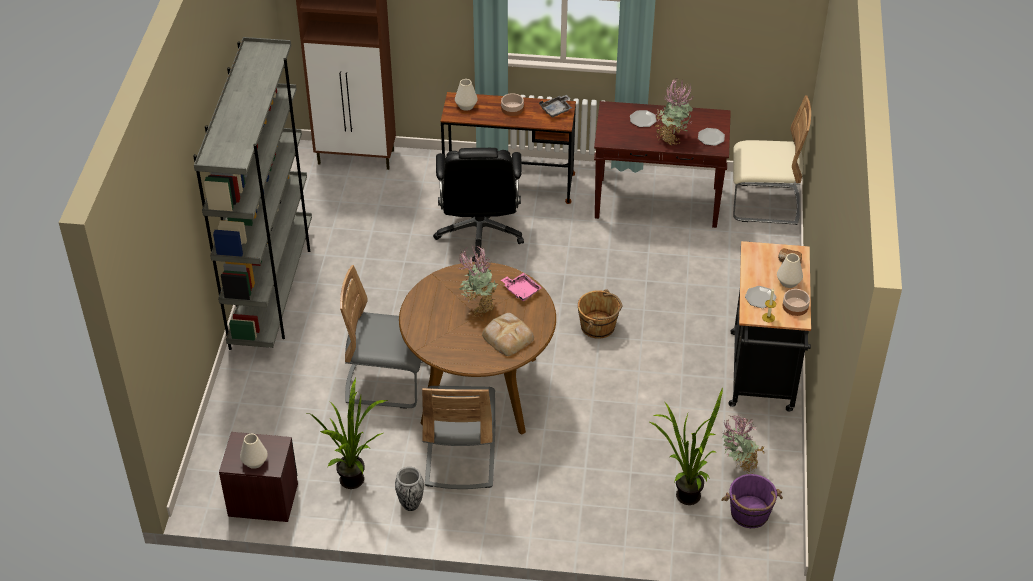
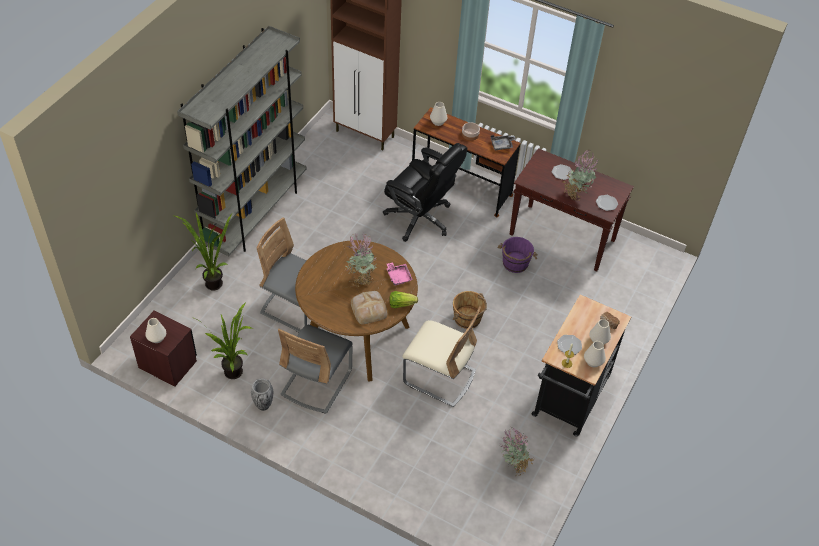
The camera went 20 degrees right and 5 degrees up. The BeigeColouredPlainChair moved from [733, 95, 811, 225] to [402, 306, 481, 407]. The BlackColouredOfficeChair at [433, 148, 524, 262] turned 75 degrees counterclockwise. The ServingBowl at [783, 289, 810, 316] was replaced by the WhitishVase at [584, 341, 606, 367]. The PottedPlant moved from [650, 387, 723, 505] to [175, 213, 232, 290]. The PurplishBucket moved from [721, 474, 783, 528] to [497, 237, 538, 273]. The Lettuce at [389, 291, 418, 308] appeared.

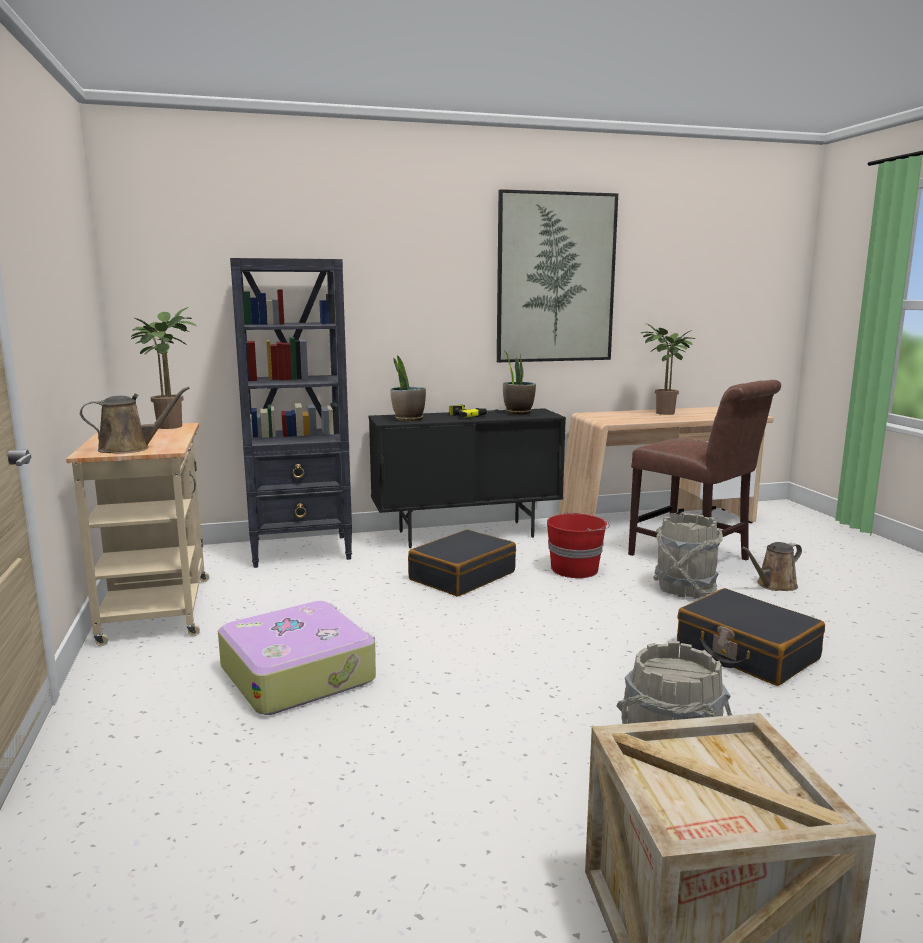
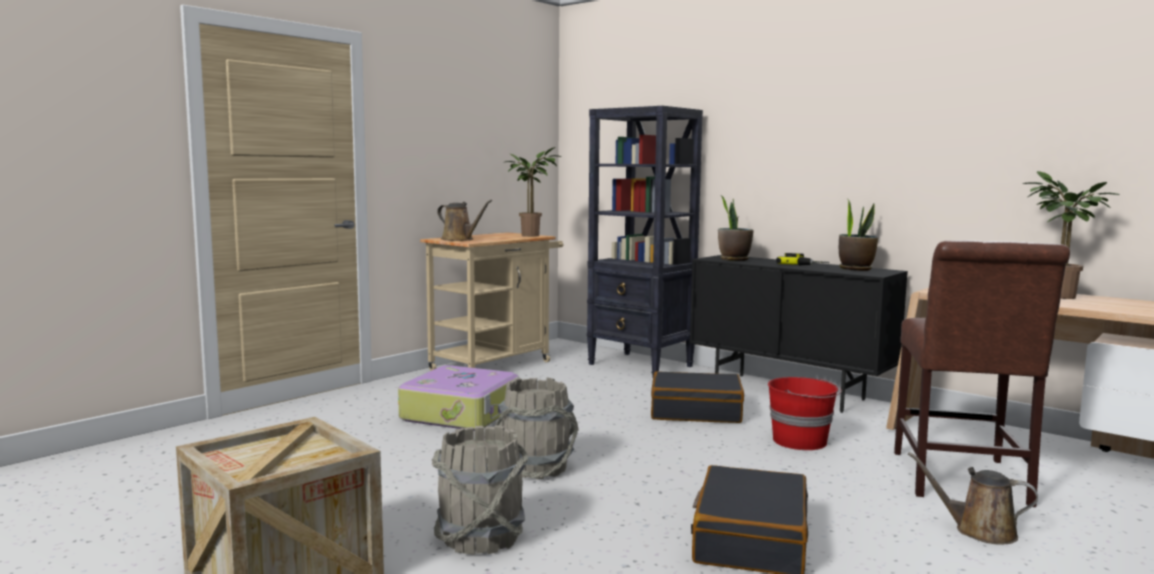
The camera went 55 degrees right and 5 degrees down. The WallArt at [497, 189, 618, 362] disappeared. The GreyishBucket moved from [653, 513, 723, 599] to [495, 377, 579, 479].

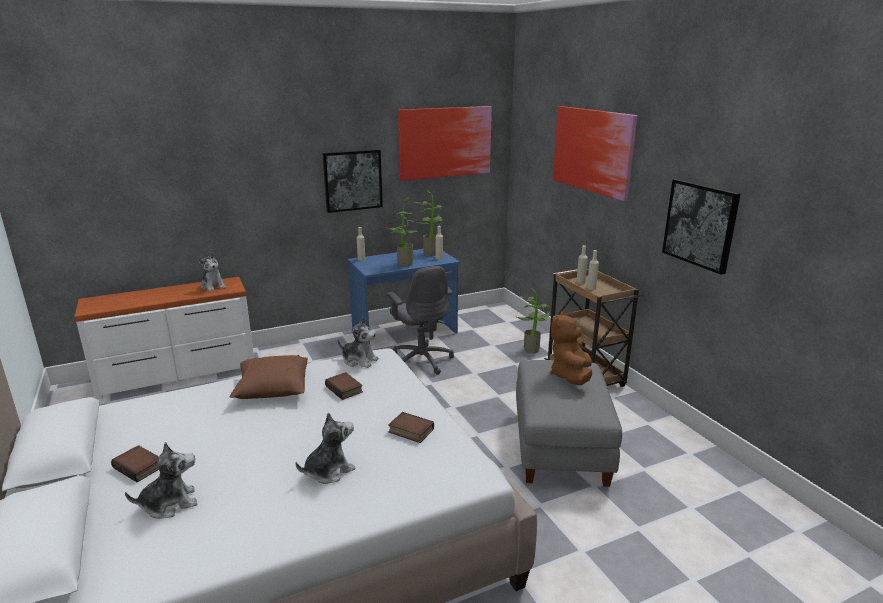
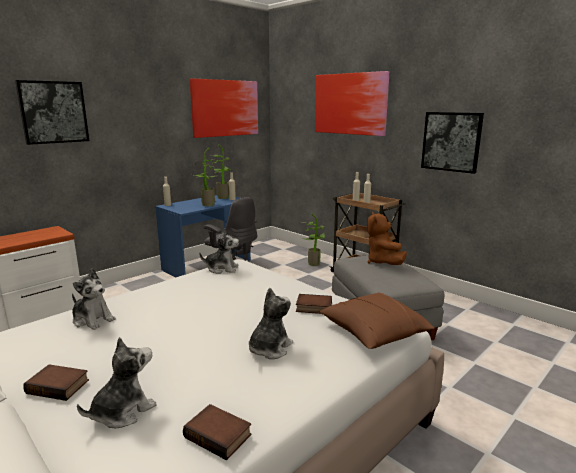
The camera went 20 degrees left and 5 degrees down. The WallArt moved from [322, 149, 383, 213] to [15, 80, 89, 145]. The SoftToy moved from [198, 252, 226, 292] to [72, 268, 116, 330]. The BrownishCushion moved from [230, 355, 308, 399] to [319, 292, 435, 349]. The Book moved from [325, 372, 363, 400] to [183, 404, 251, 460].

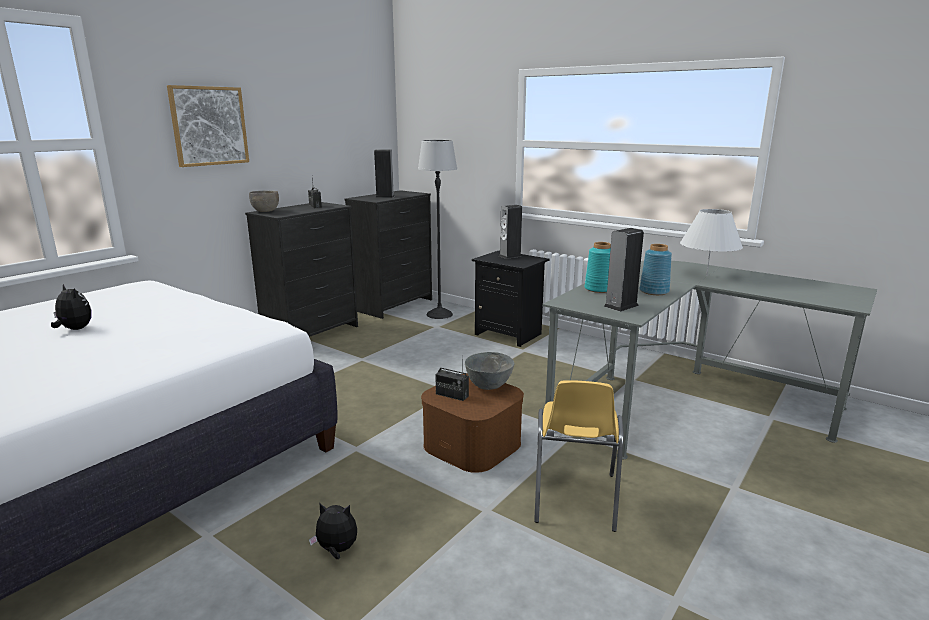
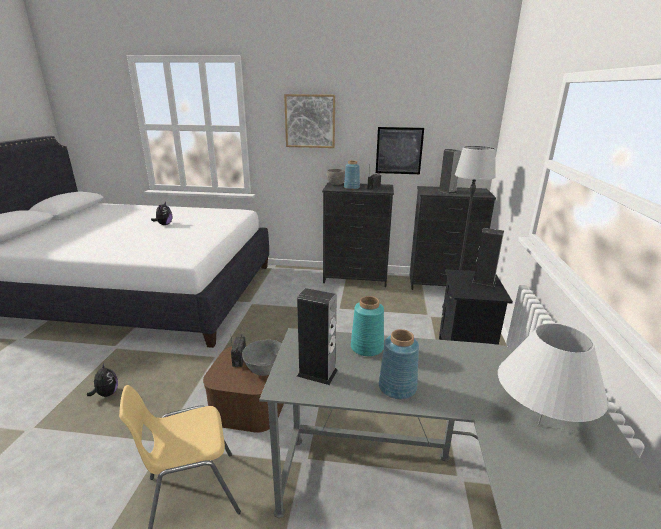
The camera went 60 degrees right and 5 degrees up. The WallArt at [376, 127, 424, 174] appeared. The BlueVase at [344, 161, 360, 190] appeared.

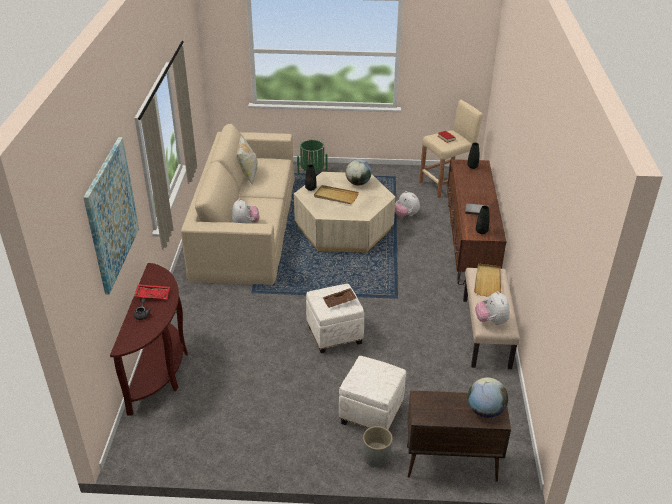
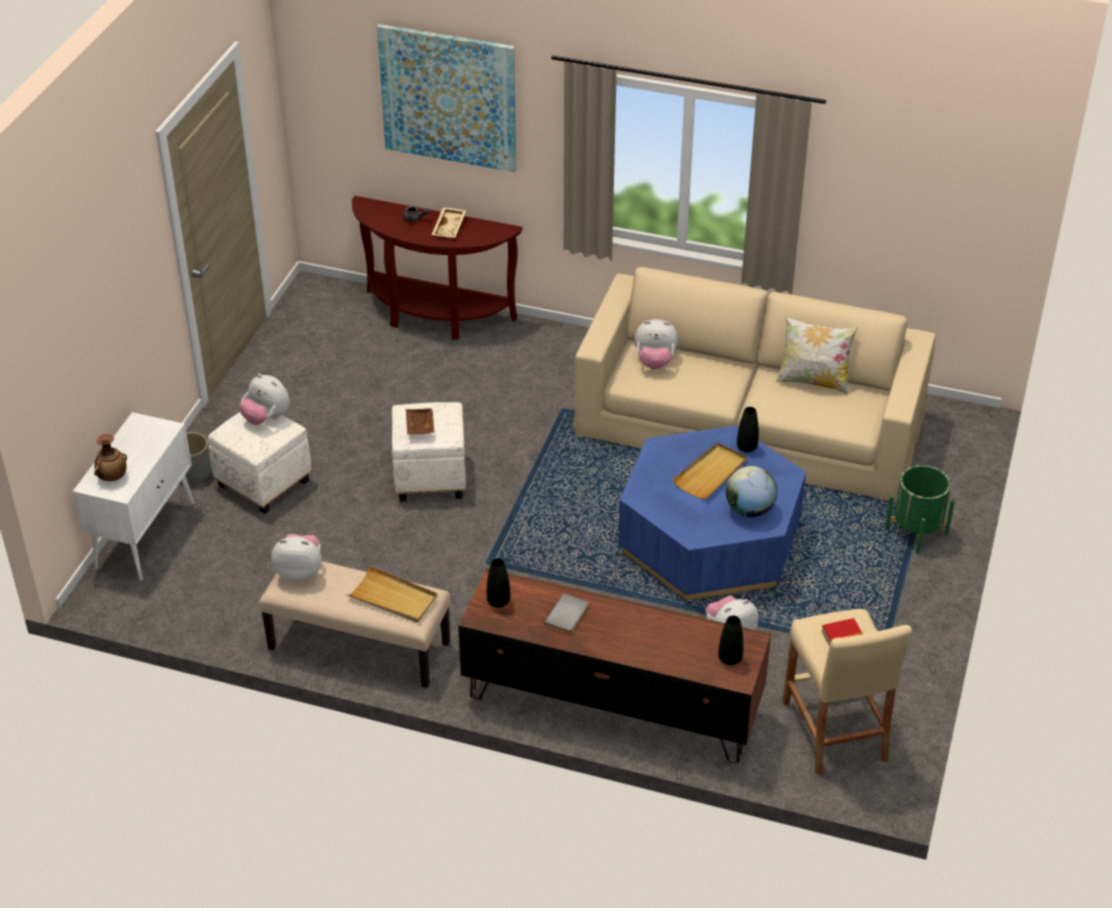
The camera went 105 degrees right and 5 degrees up. The BeigeColouredLowTable at [294, 172, 396, 253] became the BlueLowTable at [618, 426, 806, 600]. The RedTray at [134, 284, 170, 299] became the BeigeColouredTray at [432, 207, 466, 238]. The Globe at [468, 377, 508, 418] was replaced by the Vase at [94, 434, 127, 481]. The BrownishCupboard at [407, 390, 511, 482] became the WhitishCupboard at [73, 412, 194, 581]. The SoftToy at [239, 374, 290, 425] appeared.

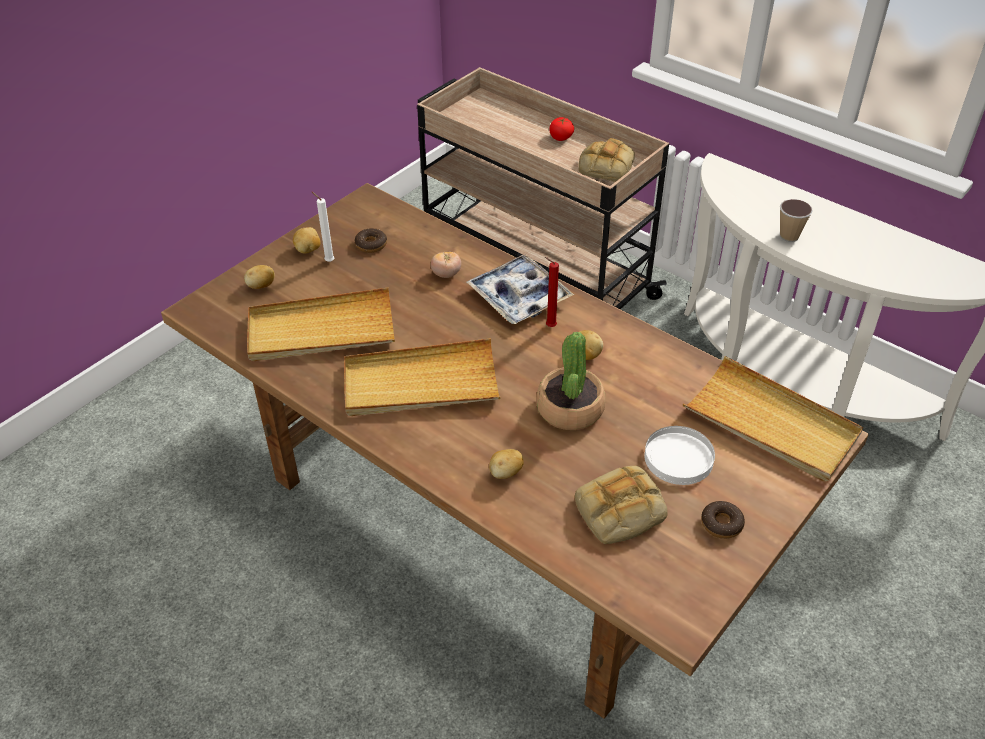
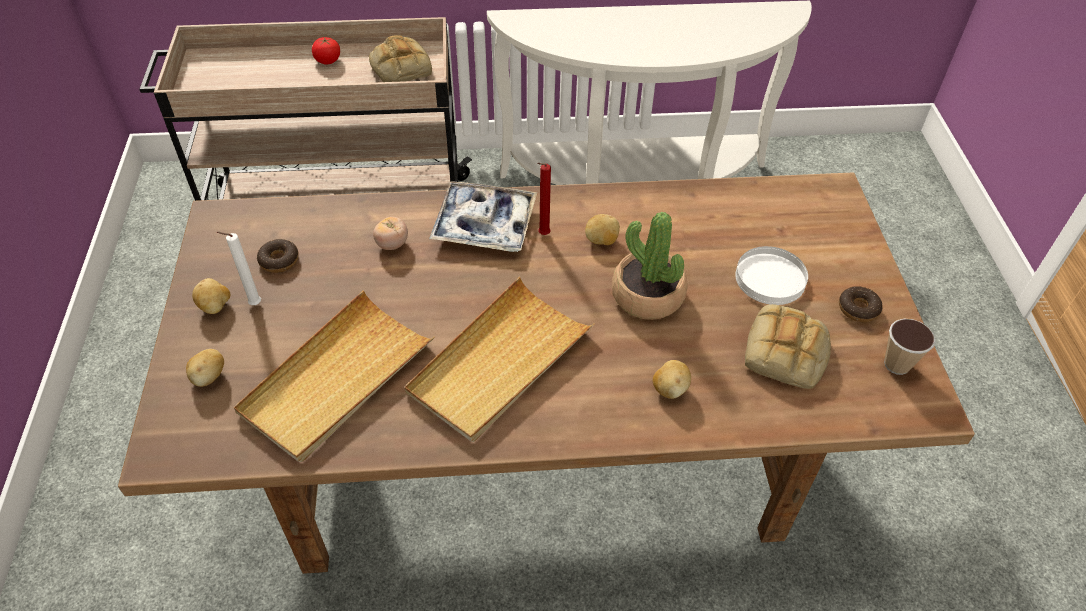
The camera went 45 degrees left and 5 degrees up. The Cup moved from [780, 199, 813, 242] to [884, 319, 935, 375]. The BeigeColouredTray at [683, 356, 863, 482] disappeared.

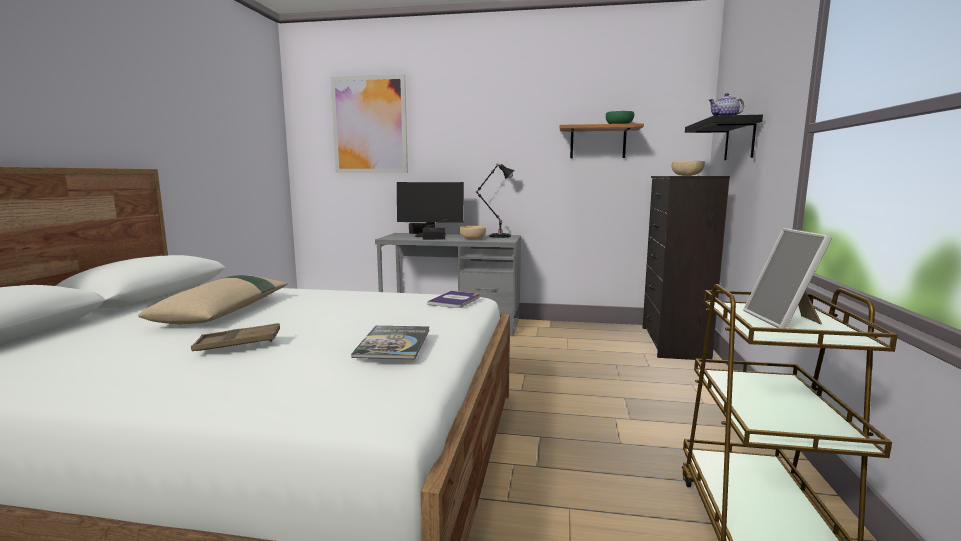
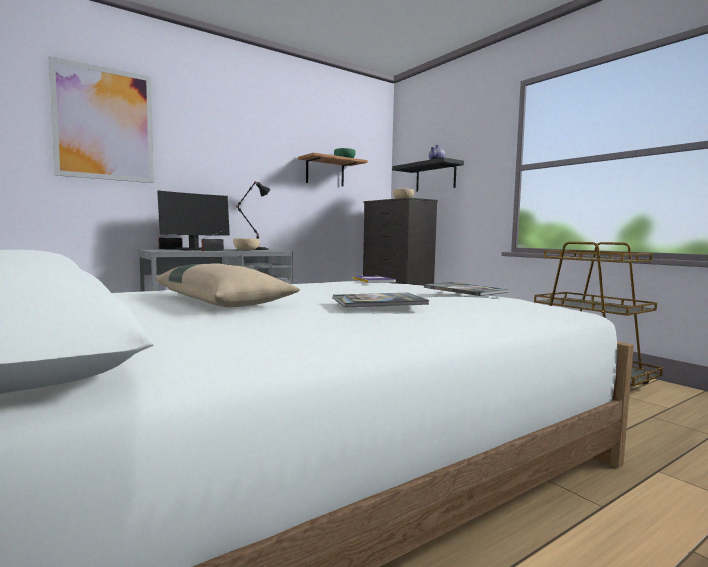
The camera went 45 degrees left and 5 degrees down. The PhotoFrame at [743, 228, 832, 328] disappeared. The BrownishTray at [191, 323, 280, 351] was replaced by the Book at [333, 293, 429, 308].

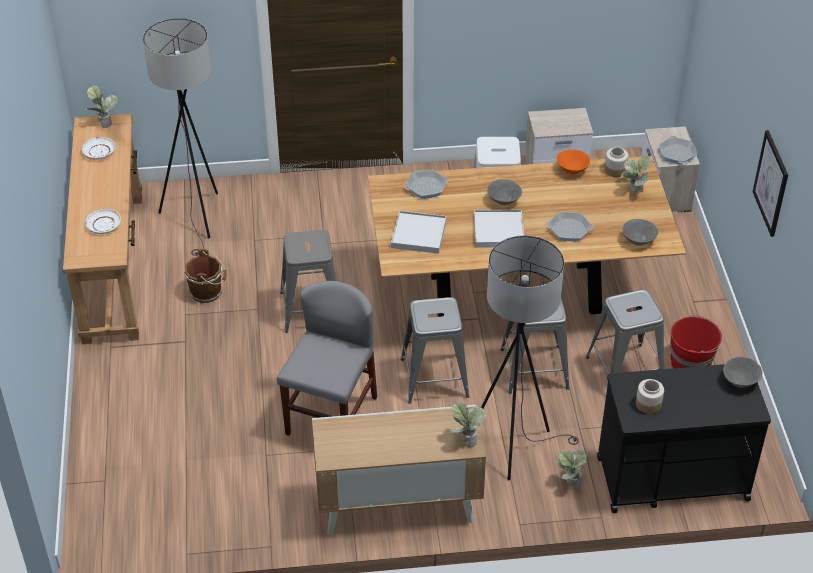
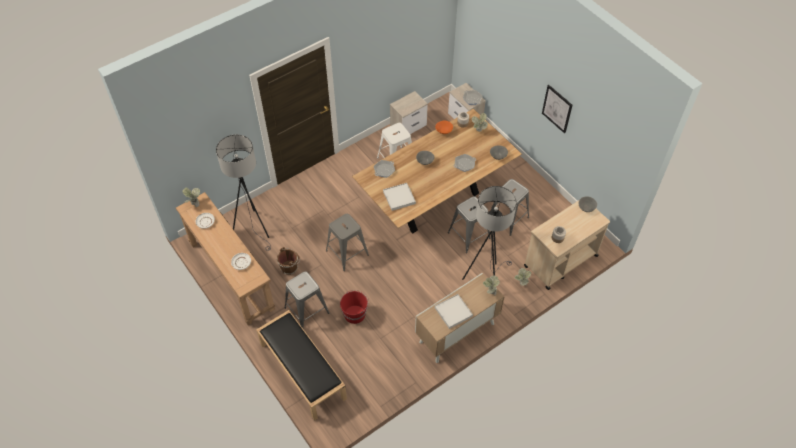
The camera went 30 degrees left and 10 degrees up. The WhitishTray moved from [474, 210, 524, 248] to [435, 294, 473, 329]. The GreyishPlainChair at [277, 281, 377, 436] disappeared. The GreyishSittingStool moved from [401, 297, 469, 404] to [285, 271, 329, 328]. The RedBucket moved from [670, 315, 724, 368] to [340, 290, 369, 324]. The BlackColouredWheeledCart at [597, 364, 771, 513] became the BeigeColouredWheeledCart at [524, 200, 610, 290]. The BlackColouredLongSeat at [256, 310, 347, 421] appeared.

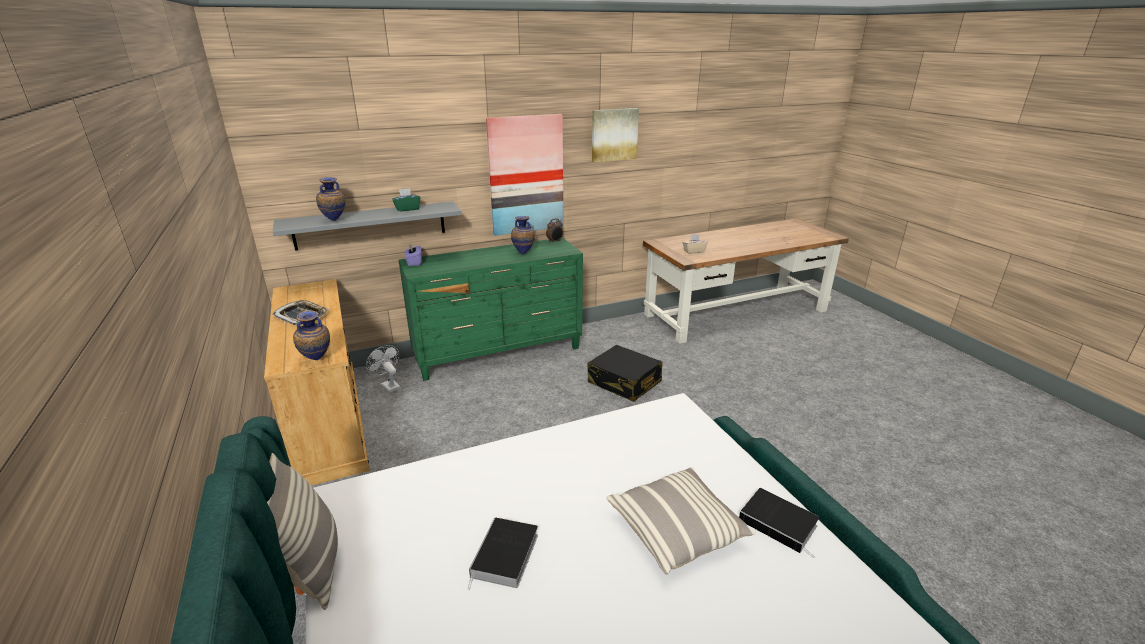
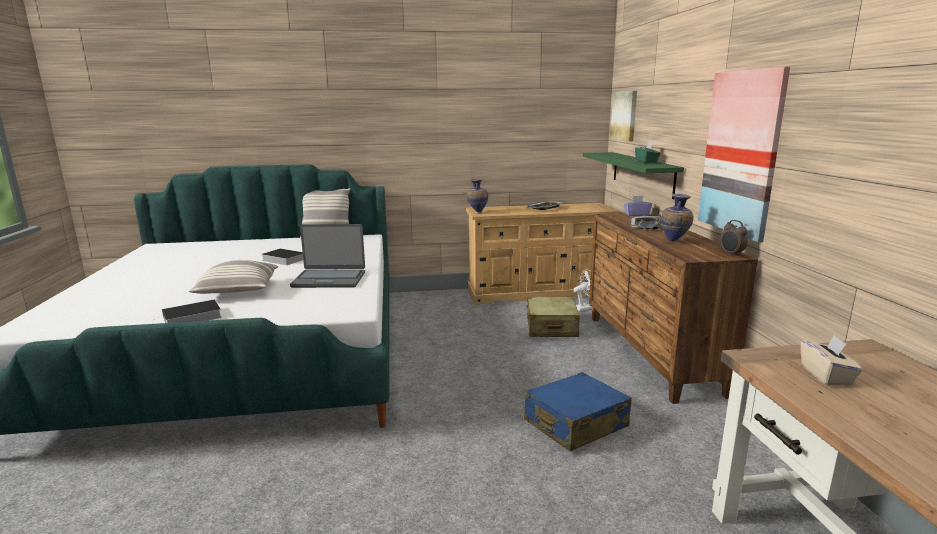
The camera went 105 degrees right and 10 degrees down. The WallArt moved from [592, 108, 639, 163] to [610, 91, 637, 142]. The Vase at [316, 177, 346, 221] disappeared. The GreyishWallShelf at [272, 201, 462, 251] became the GreenishWallShelf at [583, 152, 684, 199]. The GreenishChestOfDrawers at [399, 238, 583, 381] became the BrownishChestOfDrawers at [589, 213, 758, 404]. The BlackColouredPieceOfLuggage at [587, 345, 663, 402] became the BluePieceOfLuggage at [524, 372, 631, 452]. The Tray at [630, 216, 662, 229] appeared. The NotebookComputer at [290, 224, 365, 288] appeared. The BeigeColouredPieceOfLuggage at [525, 297, 580, 337] appeared.

